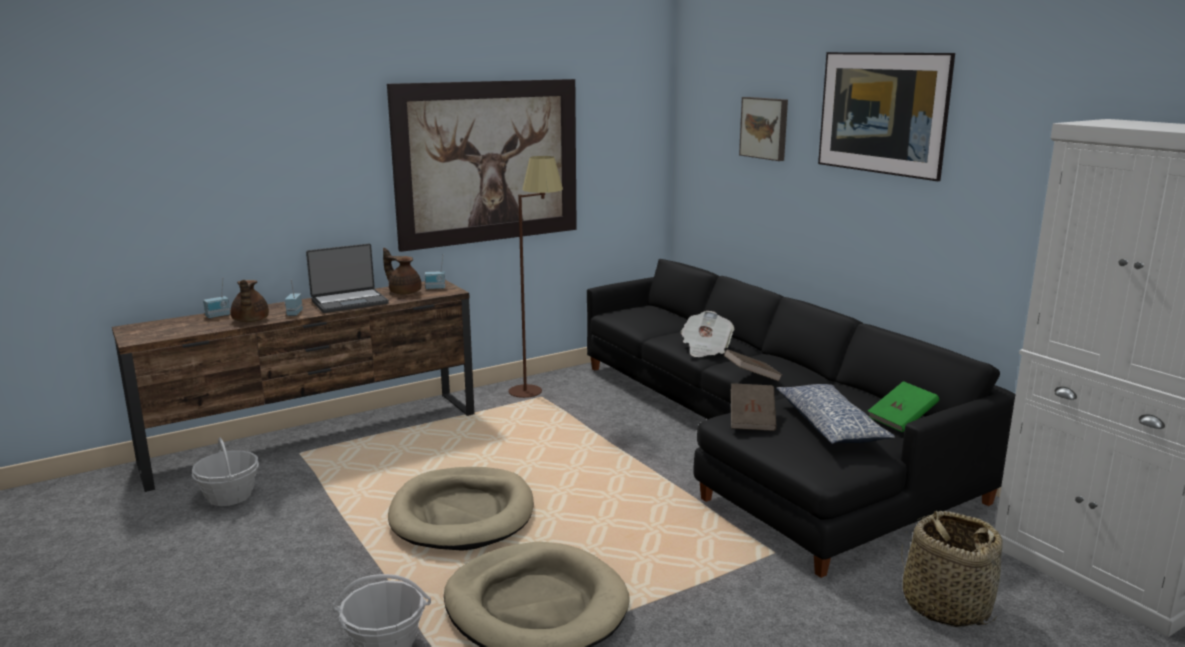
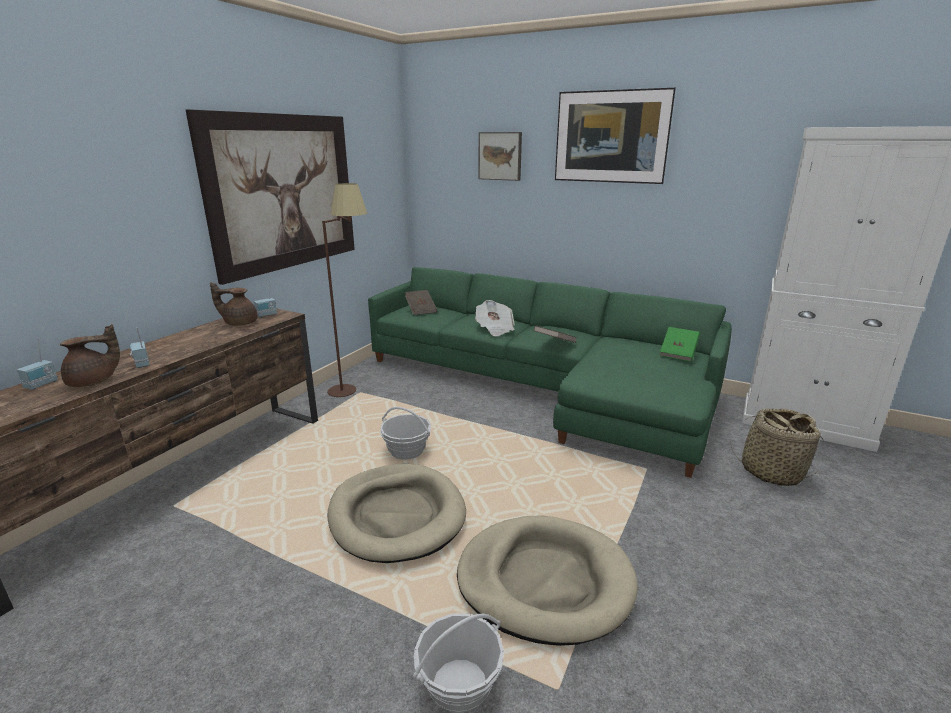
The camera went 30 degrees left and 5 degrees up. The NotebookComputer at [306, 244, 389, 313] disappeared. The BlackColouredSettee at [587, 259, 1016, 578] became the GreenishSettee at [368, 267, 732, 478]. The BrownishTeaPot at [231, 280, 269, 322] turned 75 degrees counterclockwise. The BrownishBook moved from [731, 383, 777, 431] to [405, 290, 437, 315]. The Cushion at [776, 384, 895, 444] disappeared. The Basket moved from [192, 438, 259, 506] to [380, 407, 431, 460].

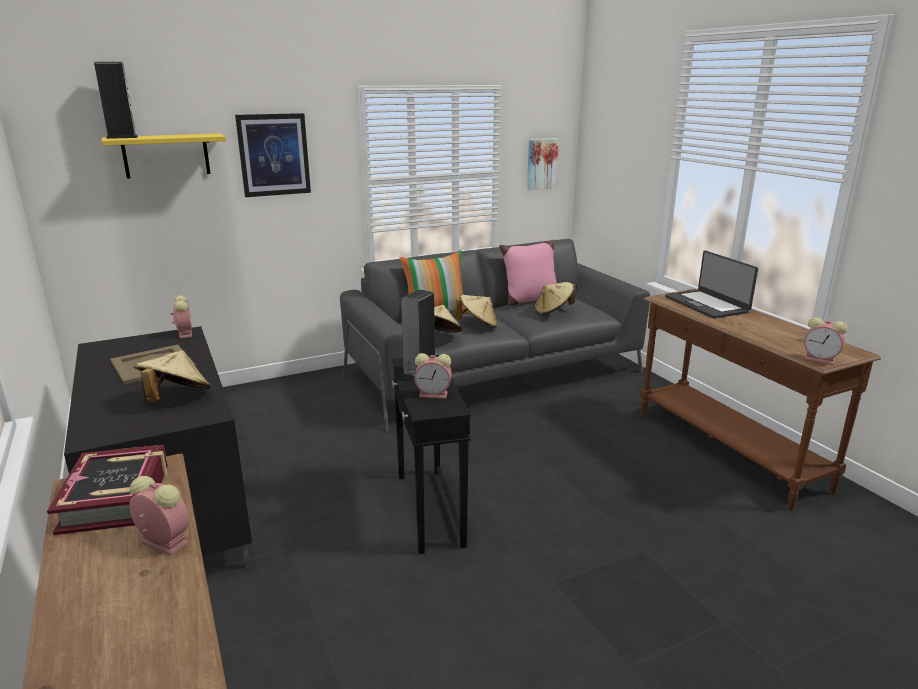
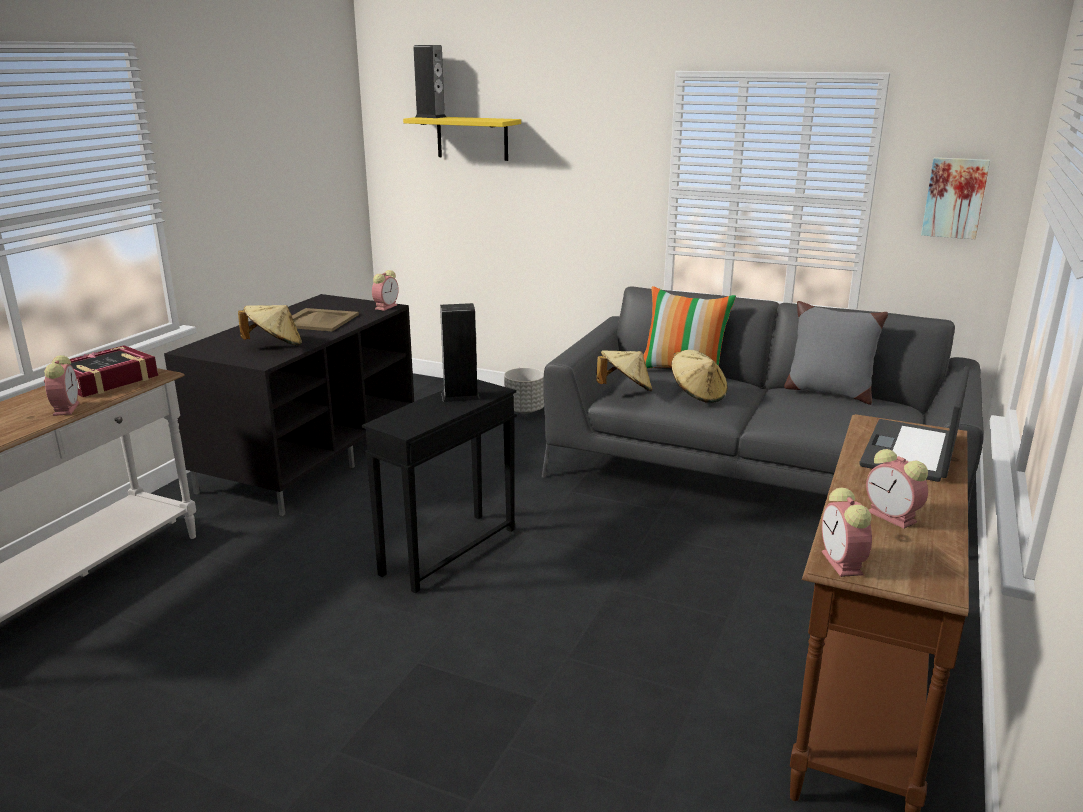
The camera went 50 degrees right and 0 degrees up. The WallArt at [235, 113, 311, 197] disappeared. The PinkCushion at [499, 240, 557, 306] became the GreyishCushion at [784, 301, 888, 405]. The BeigeColouredClothingHat at [535, 282, 575, 315] disappeared. The BedsideClock moved from [414, 353, 452, 399] to [866, 449, 928, 528]. The GreyishPlantPot at [504, 368, 544, 414] appeared.

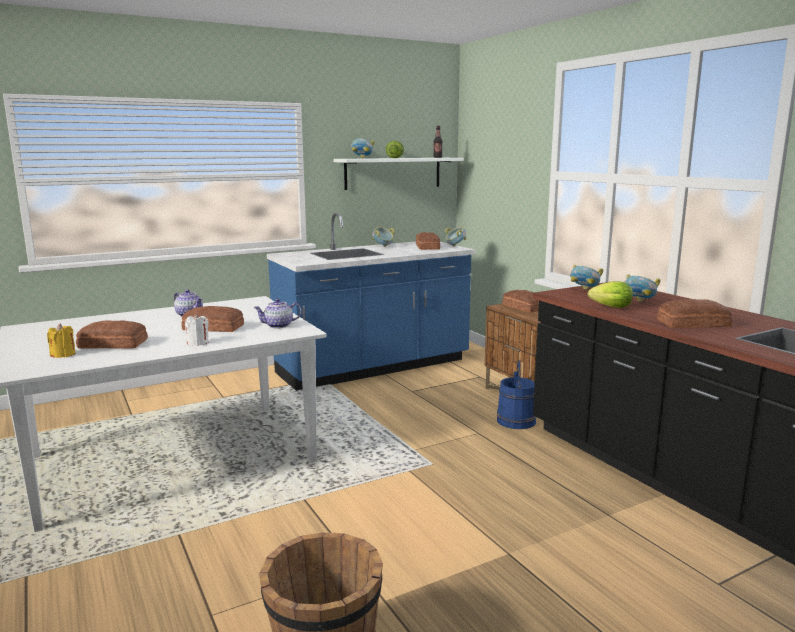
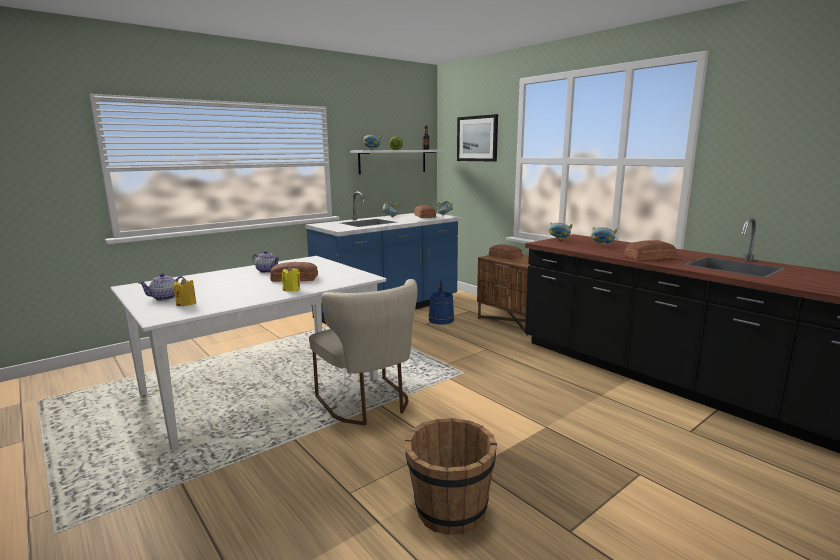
The camera went 10 degrees left and 0 degrees up. The Lettuce at [587, 281, 633, 308] disappeared. The TeaPot moved from [253, 298, 302, 328] to [138, 273, 186, 301]. The WhitishCandle at [185, 313, 208, 346] became the YellowCandle at [282, 266, 300, 292]. The Bread at [76, 320, 148, 349] disappeared. The BlueBucket moved from [497, 361, 537, 429] to [429, 280, 454, 325]. The WallArt at [457, 114, 498, 162] appeared. The BeigeColouredPlainChair at [309, 279, 418, 425] appeared.

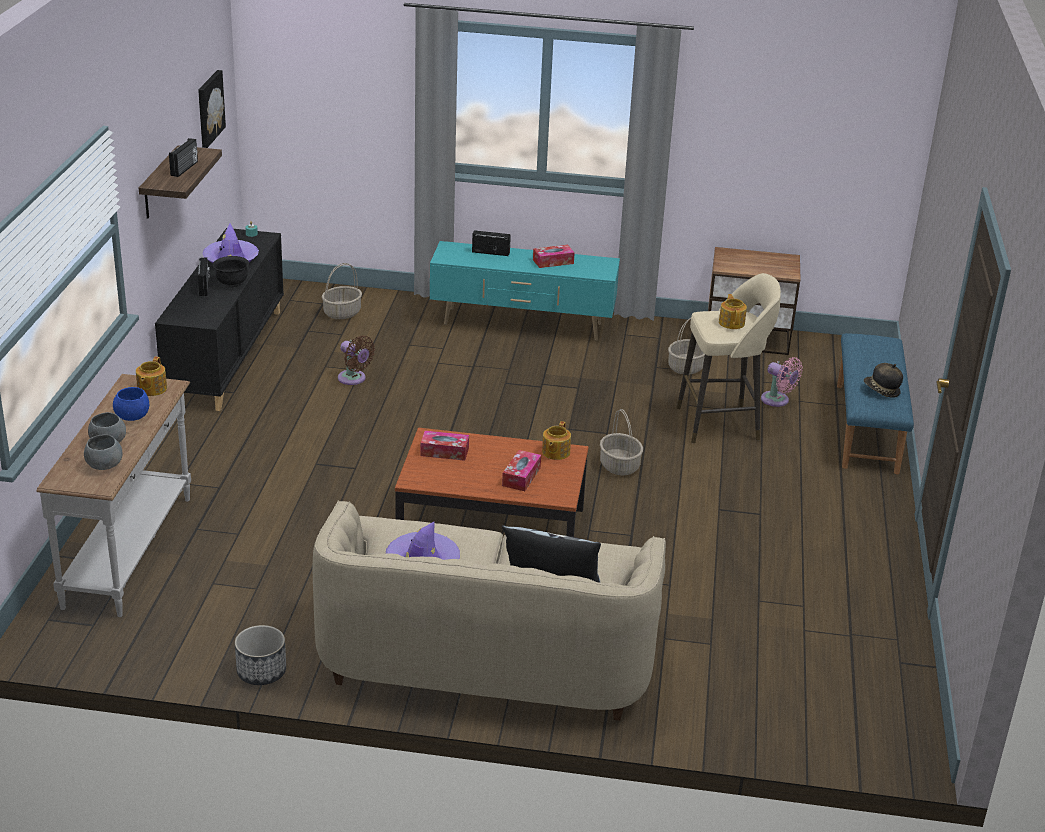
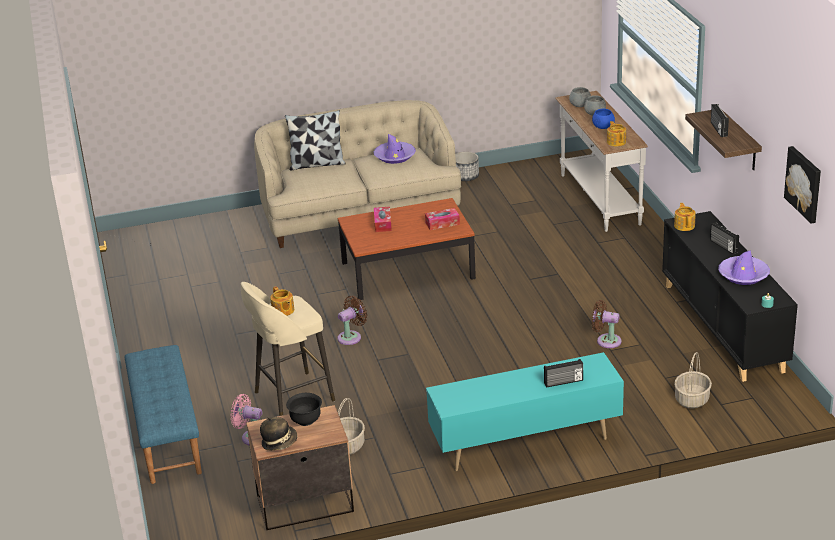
The camera went 160 degrees right and 0 degrees up. The TissueBox at [533, 245, 575, 268] disappeared. The BlackColouredServingBowl moved from [213, 256, 249, 287] to [286, 393, 322, 426]. The ClothingHat moved from [864, 363, 903, 397] to [260, 417, 298, 451]. The Basket at [600, 409, 643, 476] was replaced by the BrownishElectricFan at [337, 296, 367, 345]. The TeaPot moved from [542, 421, 571, 460] to [674, 203, 696, 231].

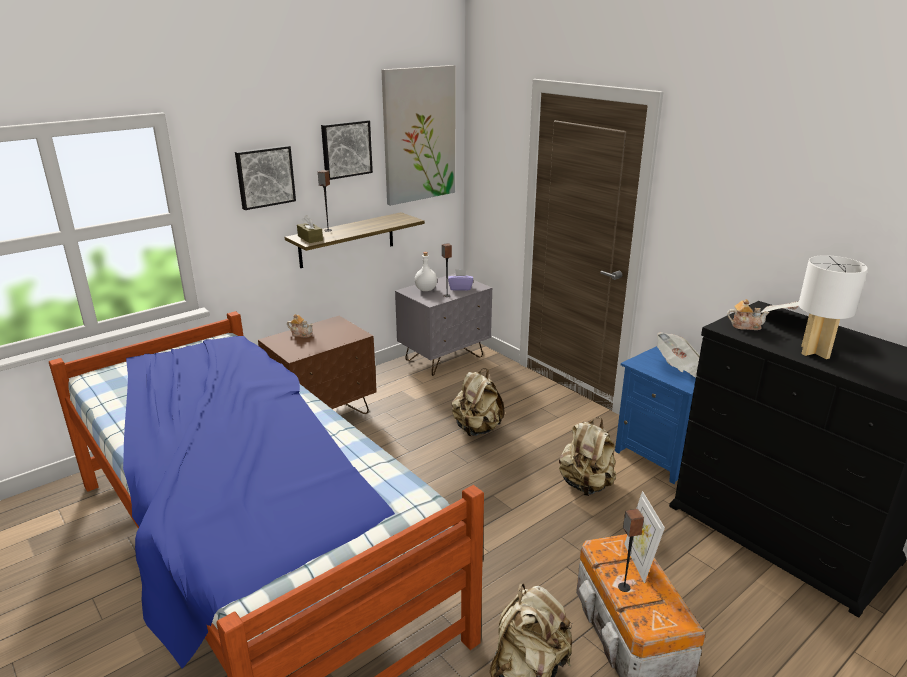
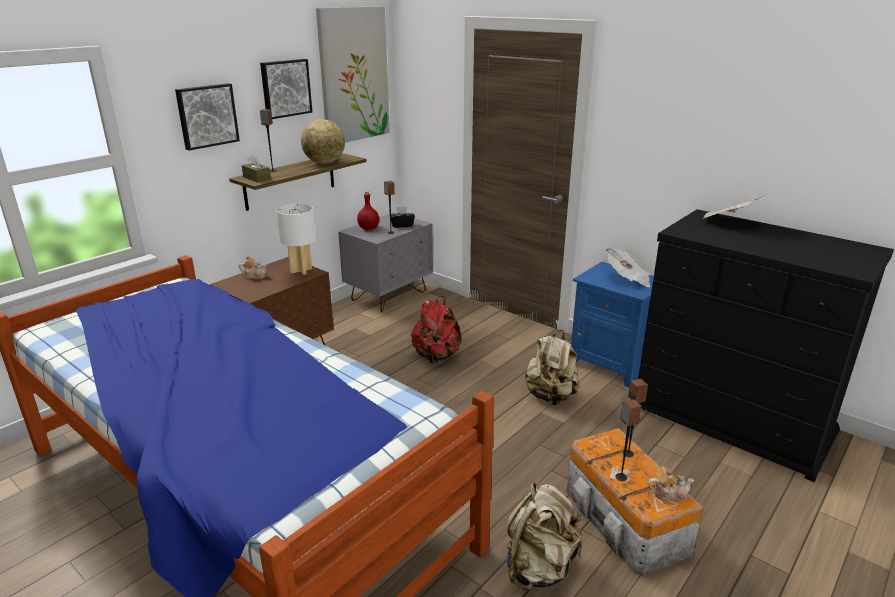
The camera went 10 degrees left and 0 degrees up. The WhitishBeverageBottle at [415, 252, 437, 291] became the RedBeverageBottle at [357, 191, 379, 230]. The WhitishTabletopLamp moved from [798, 255, 868, 359] to [276, 204, 316, 275]. The PurplishTissueBox at [448, 269, 473, 290] became the BlackColouredTissueBox at [389, 206, 415, 228]. The TeaPot moved from [727, 299, 770, 330] to [648, 467, 694, 501]. The BeigeColouredKnapsack at [452, 368, 504, 436] became the RedKnapsack at [411, 296, 461, 363]. The PhotoFrame at [624, 491, 665, 583] was replaced by the AudioSpeaker at [623, 379, 648, 457]. The Globe at [301, 119, 345, 164] appeared.

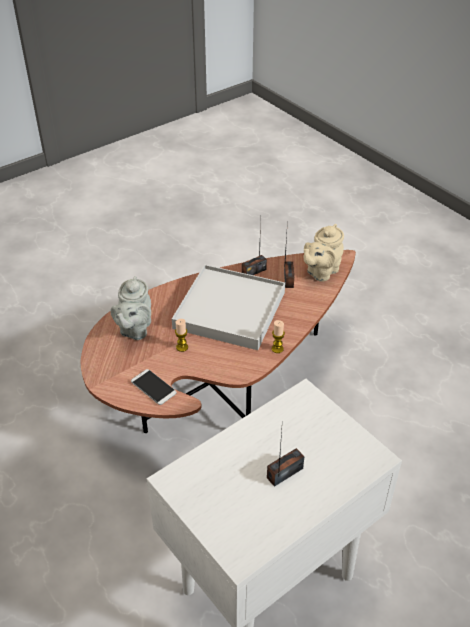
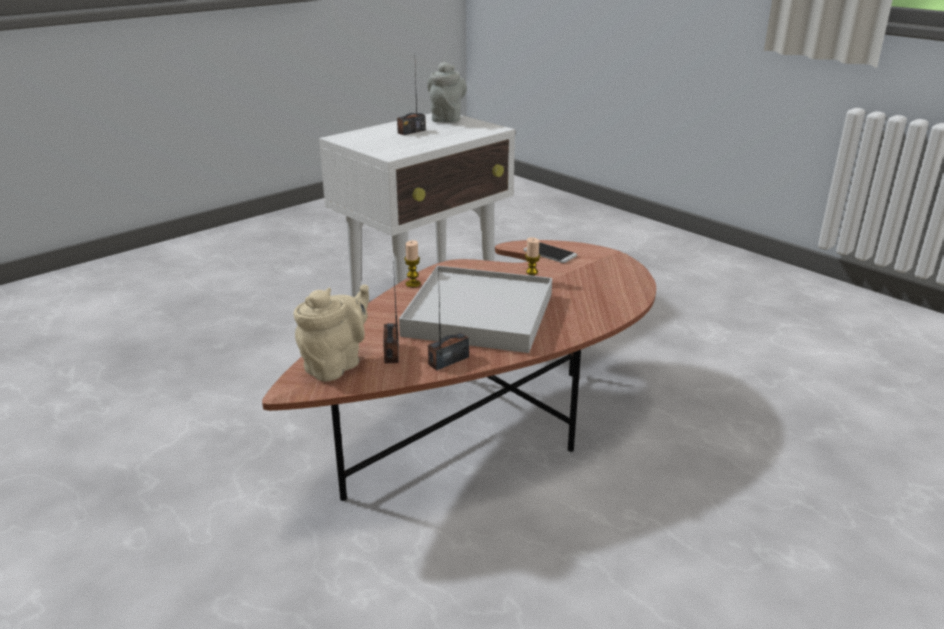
The camera went 175 degrees right and 15 degrees down. The GreyishTeaPot moved from [110, 276, 151, 340] to [427, 62, 467, 122].

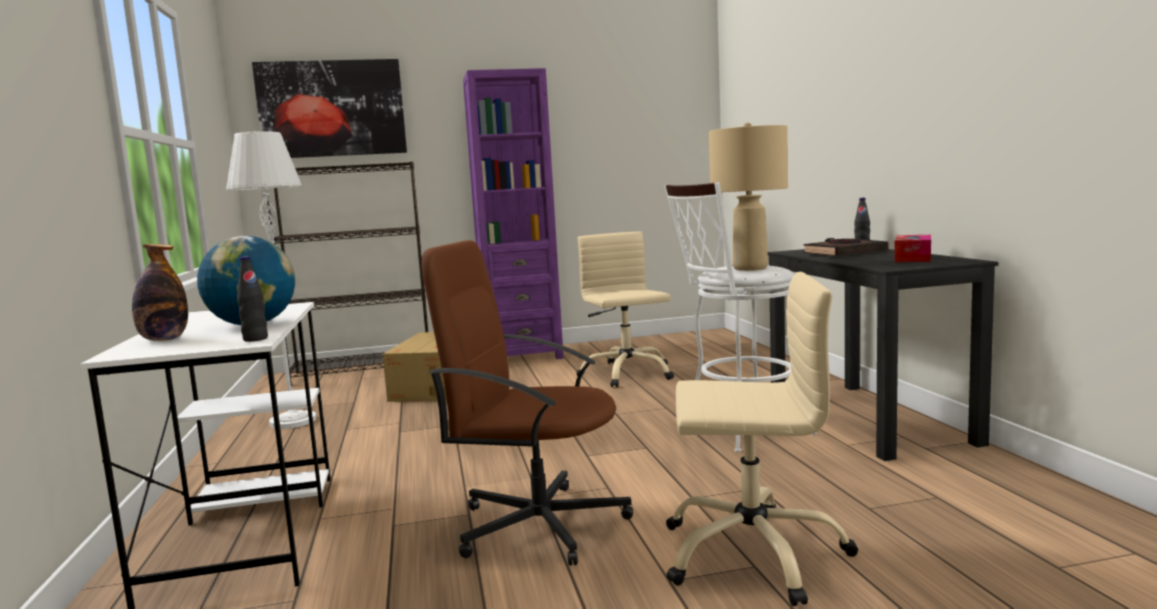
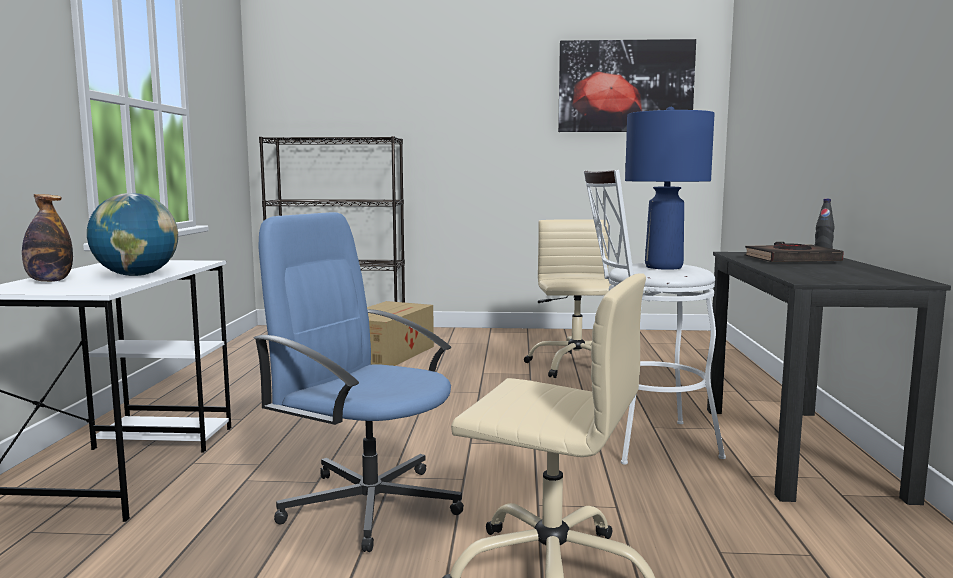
The camera went 15 degrees right and 0 degrees up. The WallArt moved from [252, 59, 407, 158] to [558, 39, 696, 132]. The PurplishShelvingUnit at [463, 68, 564, 359] disappeared. The BeigeColouredTabletopLamp at [709, 122, 788, 271] became the BlueTabletopLamp at [625, 107, 715, 270]. The WhitishStandardLamp at [226, 131, 316, 429] disappeared. The TissueBox at [894, 235, 931, 262] disappeared. The BrownishOfficeChair at [422, 240, 633, 566] became the BlueOfficeChair at [253, 212, 464, 552]. The BlackColouredBeverageBottle at [237, 256, 268, 342] disappeared.

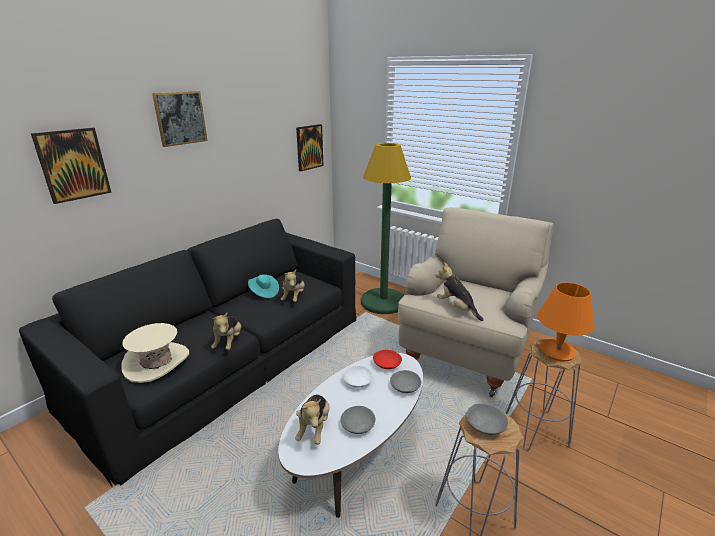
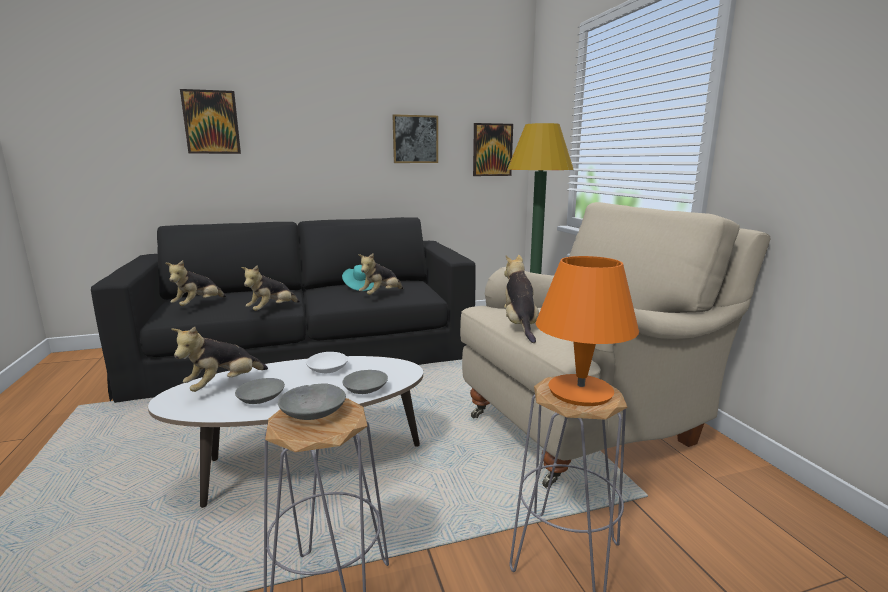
The camera went 35 degrees right and 10 degrees down. The WallArt moved from [152, 91, 208, 147] to [393, 114, 438, 163]. The BeigeColouredClothingHat at [121, 323, 189, 383] was replaced by the SoftToy at [166, 260, 226, 306]. The RedServingBowl at [373, 350, 402, 369] disappeared.

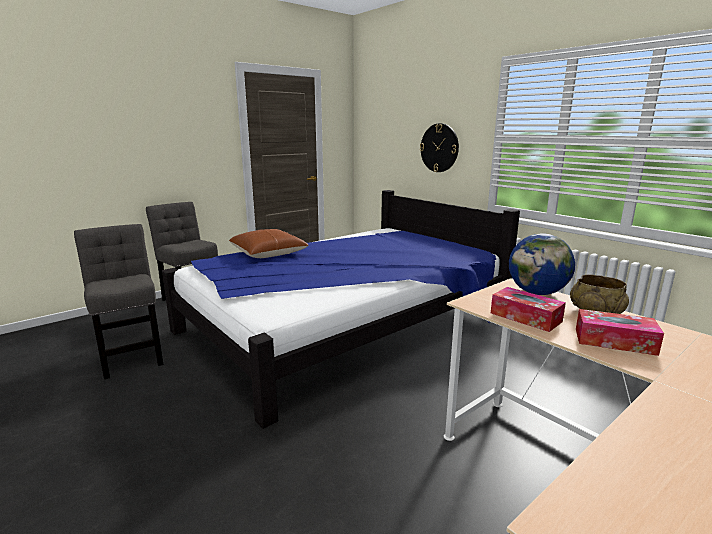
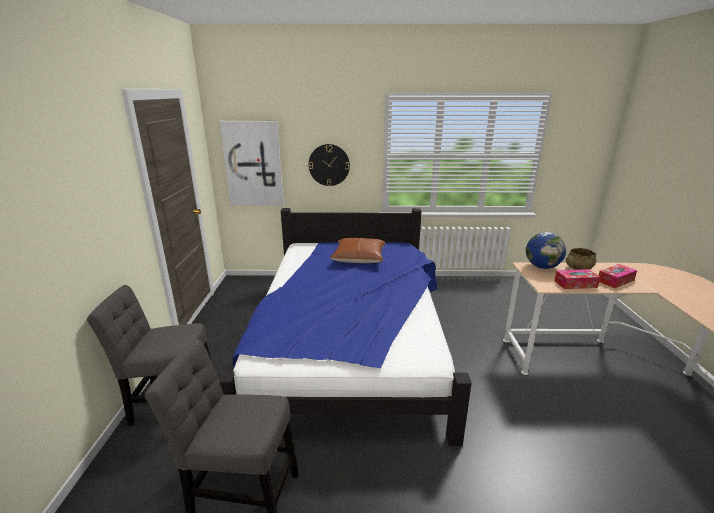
The camera went 50 degrees left and 5 degrees up. The BrownishCushion moved from [229, 229, 309, 258] to [330, 238, 386, 263]. The WallArt at [220, 121, 284, 206] appeared.

